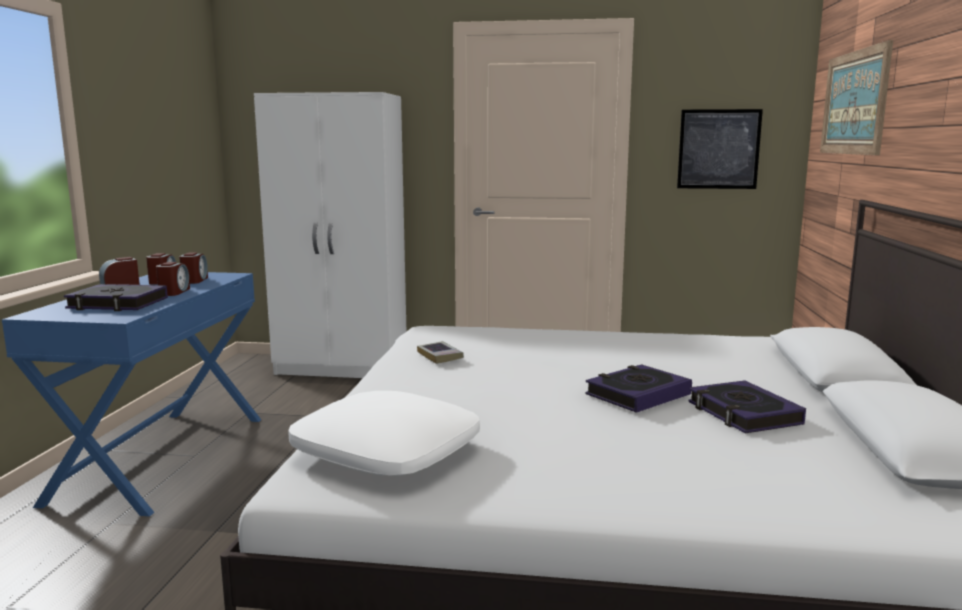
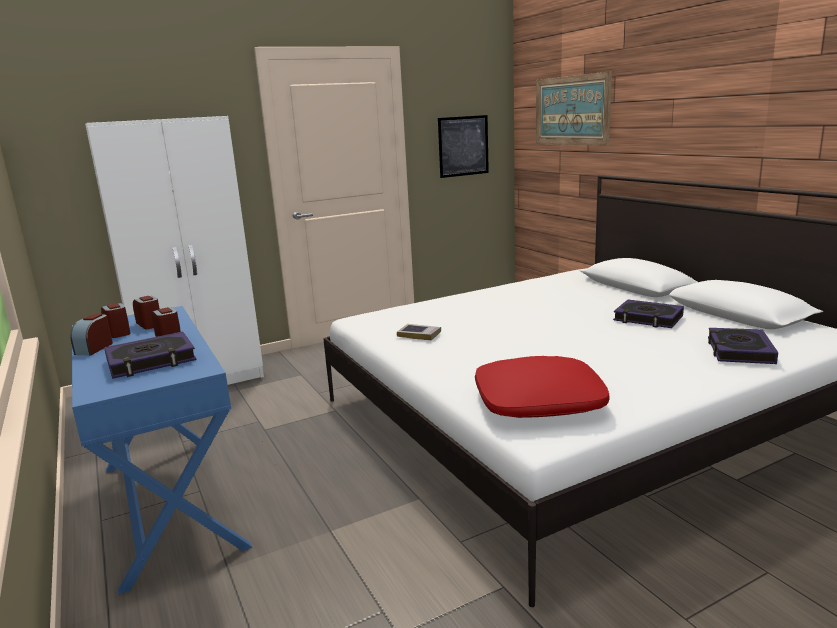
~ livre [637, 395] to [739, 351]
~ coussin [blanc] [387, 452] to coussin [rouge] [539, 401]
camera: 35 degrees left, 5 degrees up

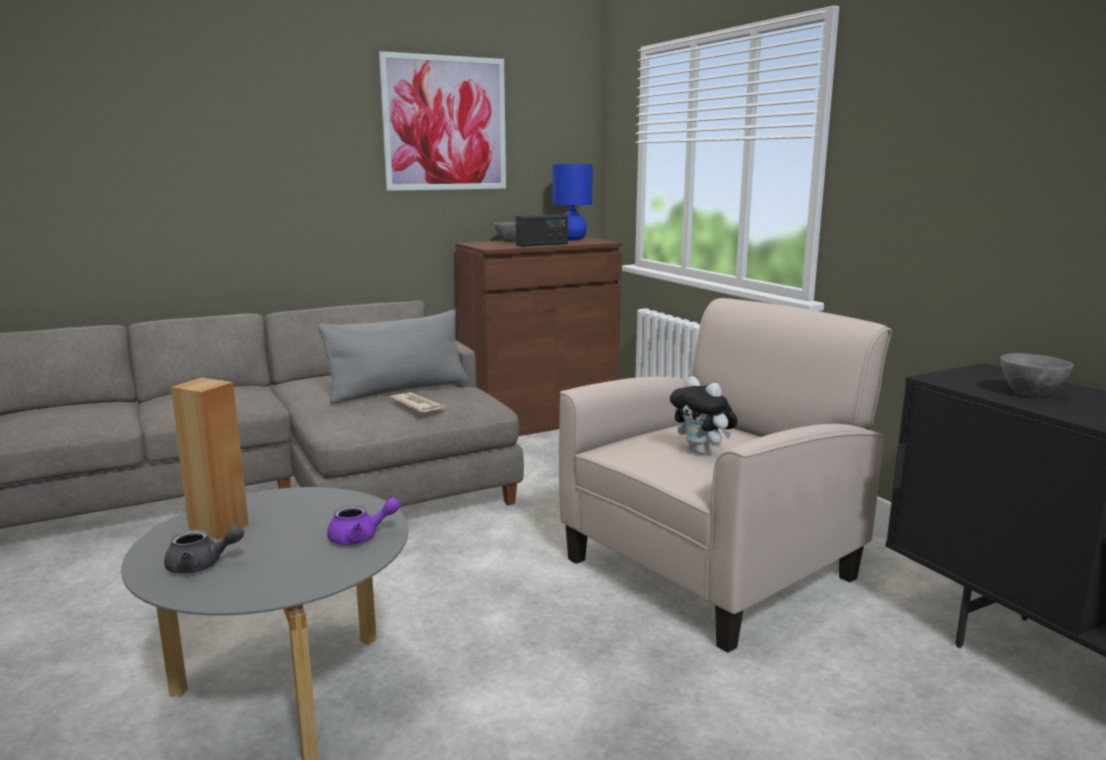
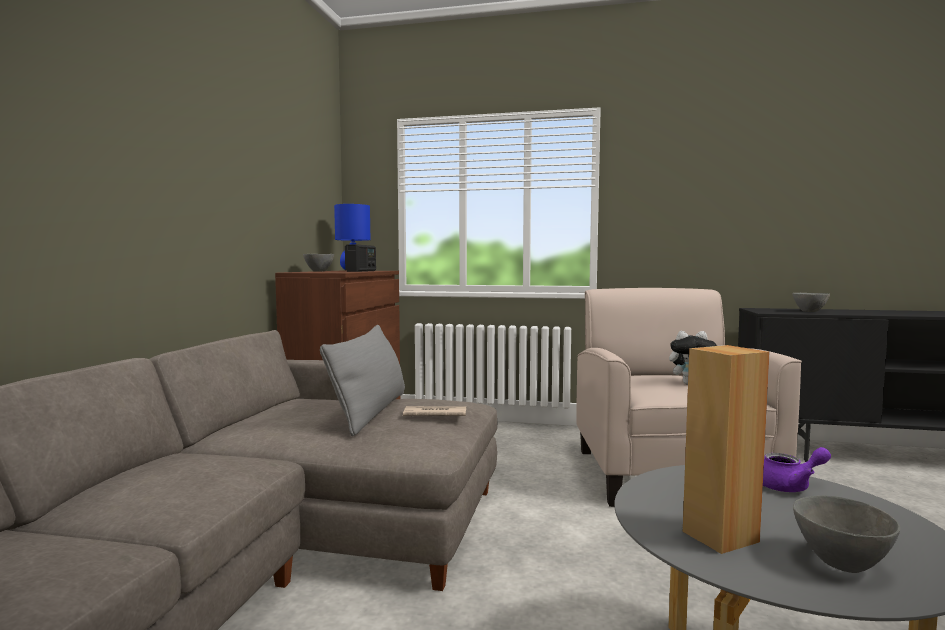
- tableau [445, 124]
~ théière [violet] [360, 537] = [790, 486] 60 degrees clockwise
~ théière [gris] [201, 565] to bol [gris] [840, 562]
camera: 50 degrees left, 10 degrees down

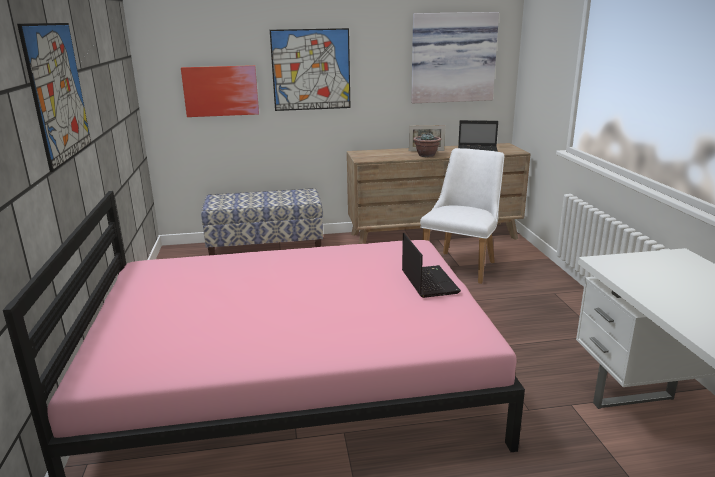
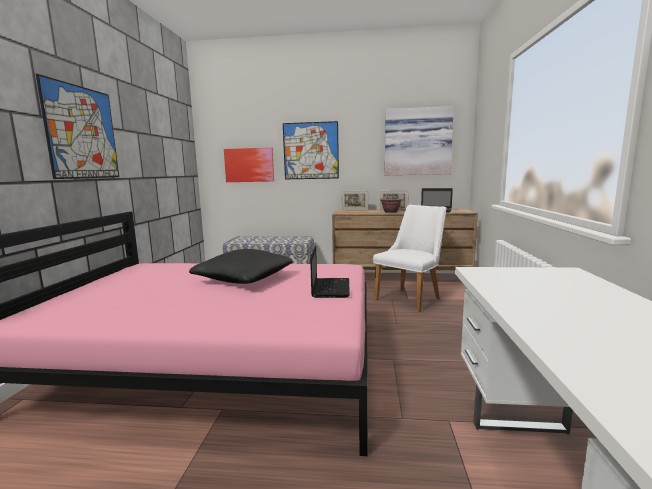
+ cadre photo [354, 210]
+ coussin [noir] [244, 279]
camera: 15 degrees right, 10 degrees down

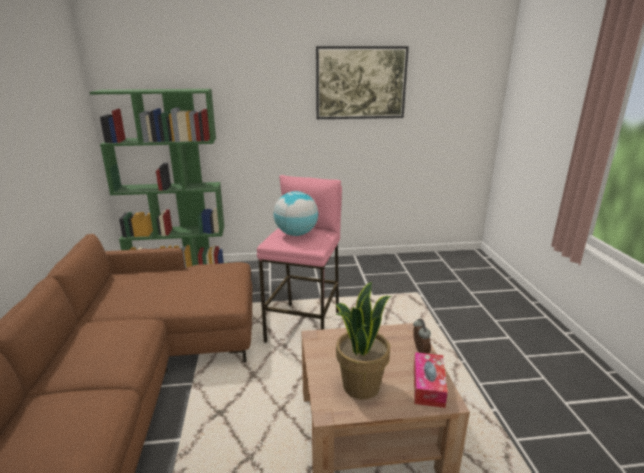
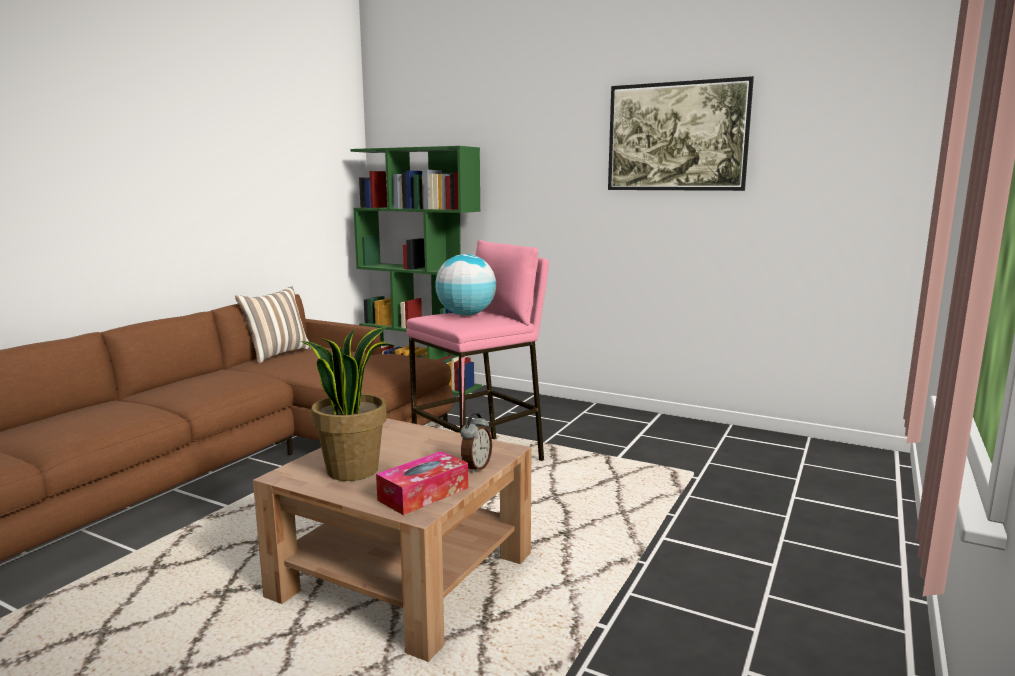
+ coussin [277, 354]
camera: 35 degrees right, 10 degrees down

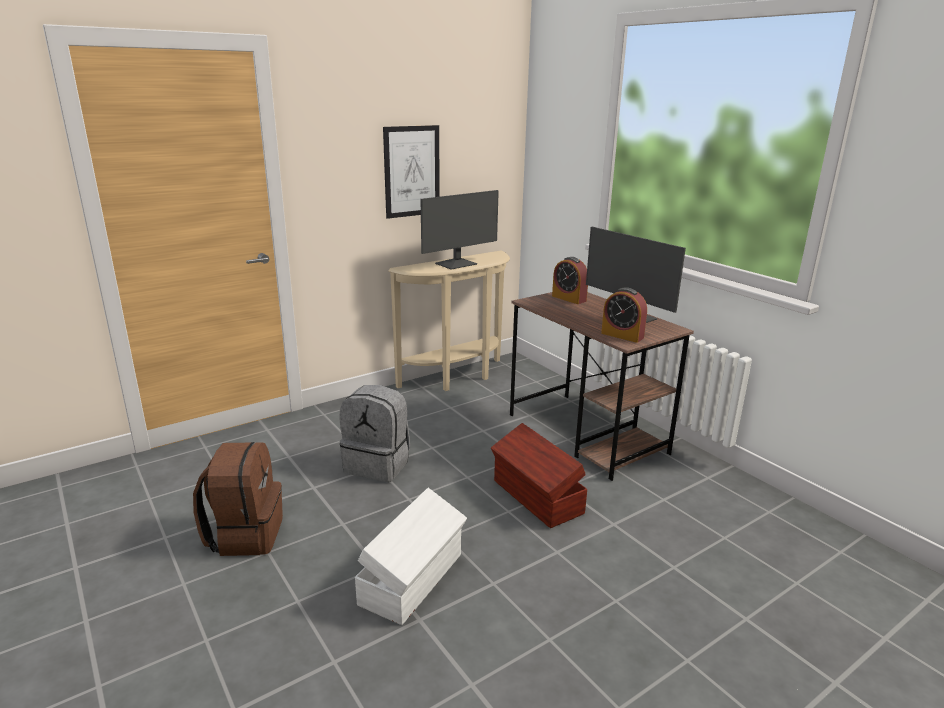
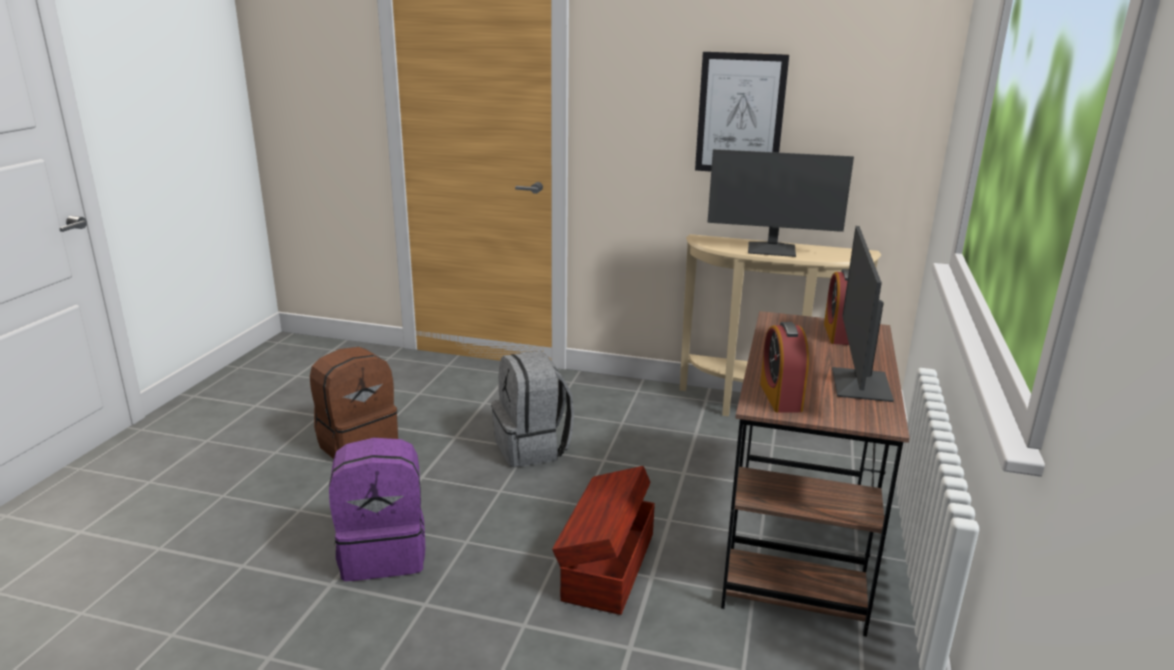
~ boîte de rangement [blanc] [413, 578] to sac à dos [violet] [384, 553]
camera: 50 degrees right, 0 degrees up

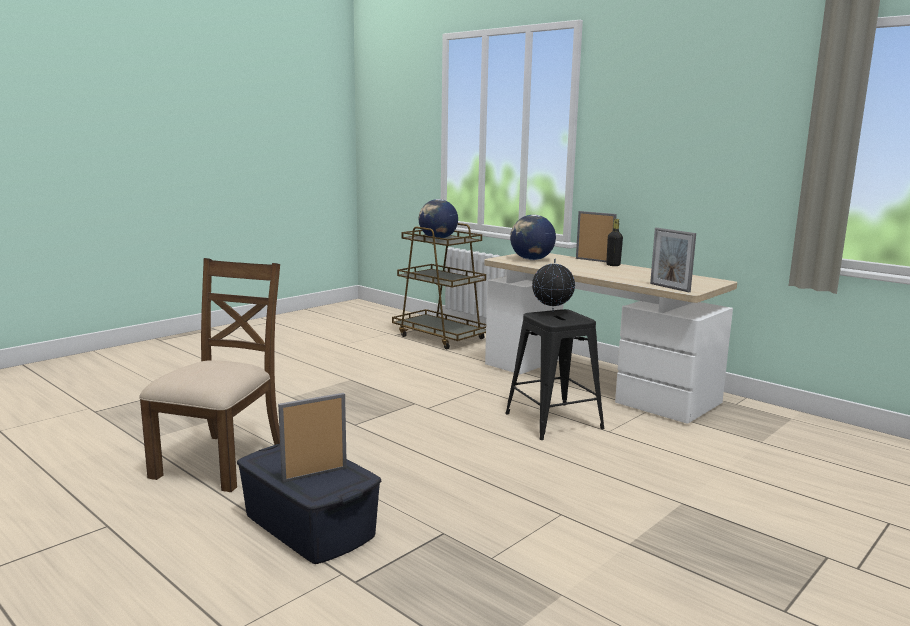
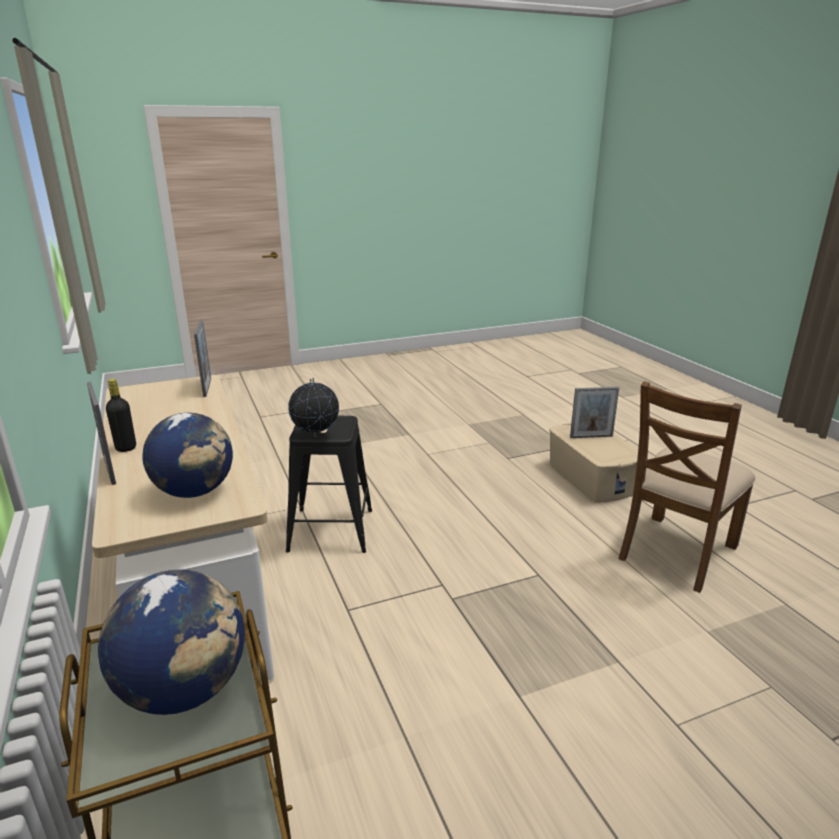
~ boîte de rangement [bleu] [308, 526] to boîte de rangement [beige] [592, 478]
camera: 155 degrees left, 10 degrees up

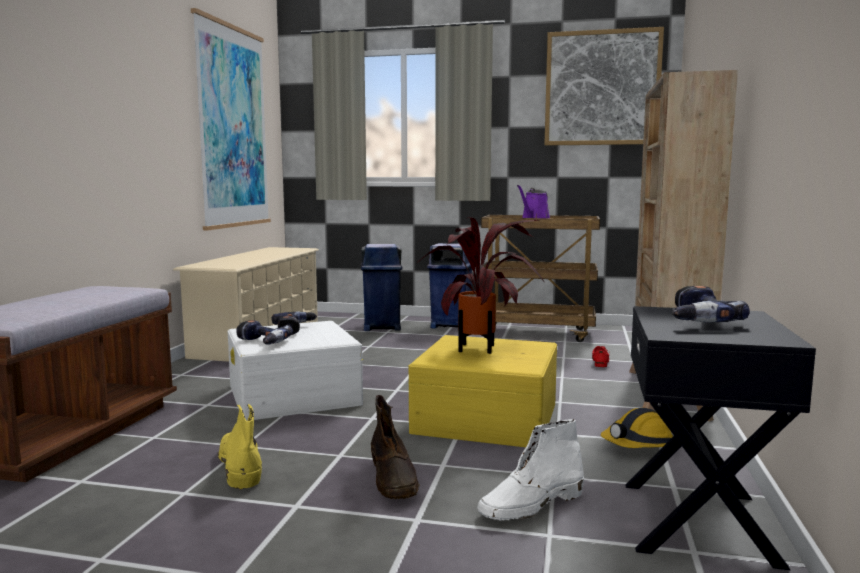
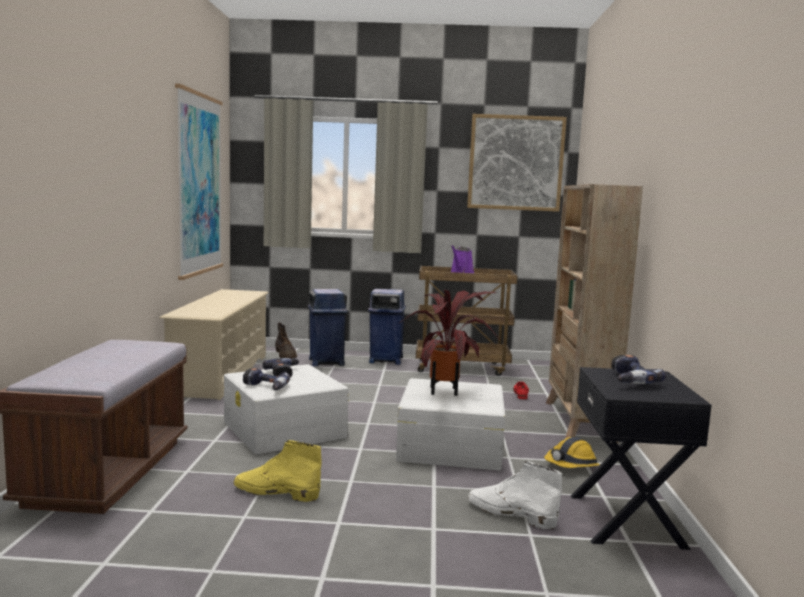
~ boîte de rangement [jaune] [485, 417] to boîte de rangement [blanc] [449, 445]
~ botte [marron] [393, 478] to [286, 355]
~ botte [jaune] [240, 465] = [275, 492] 45 degrees counterclockwise
~ botte [blanc] [531, 505] = [510, 514] 75 degrees clockwise
camera: 10 degrees left, 0 degrees up

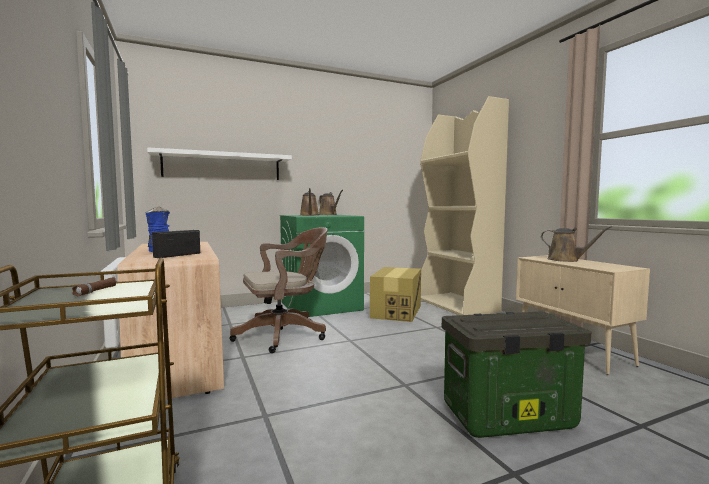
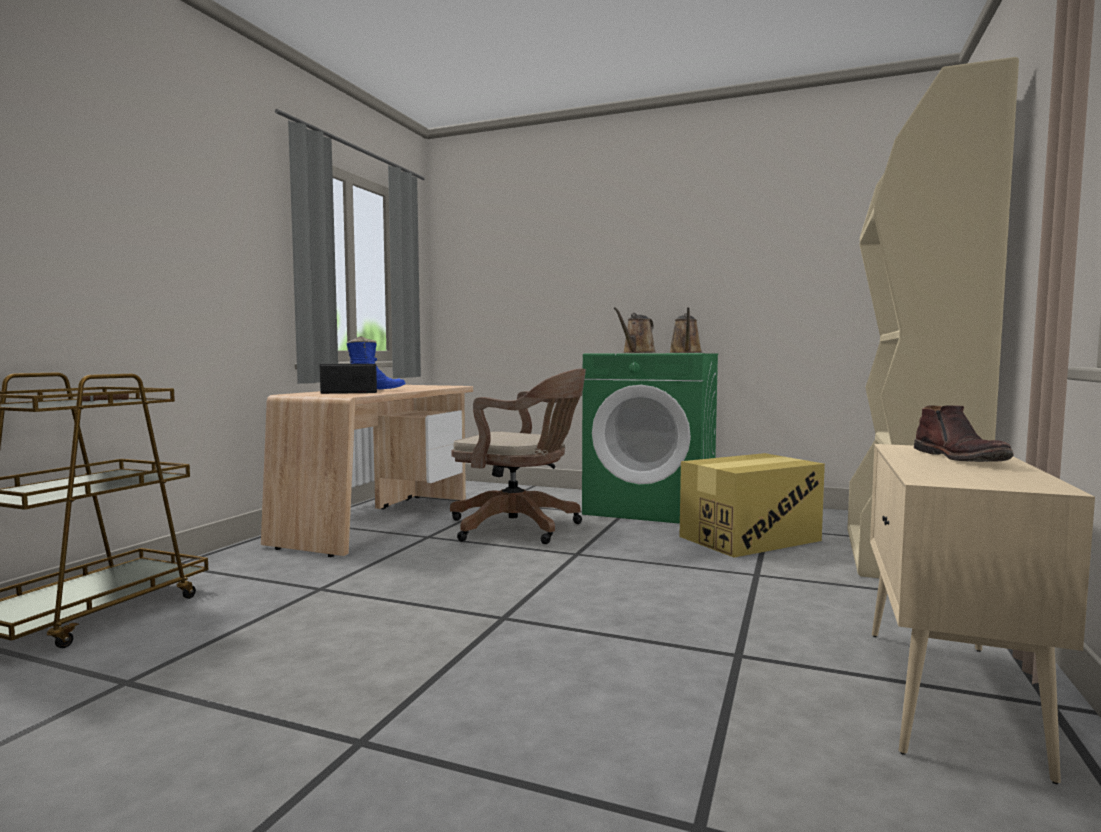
- étagère [blanc] [223, 166]
~ arrosoir [marron] [566, 260] to botte [marron] [961, 458]
- boîte de rangement [507, 417]
camera: 45 degrees right, 0 degrees up

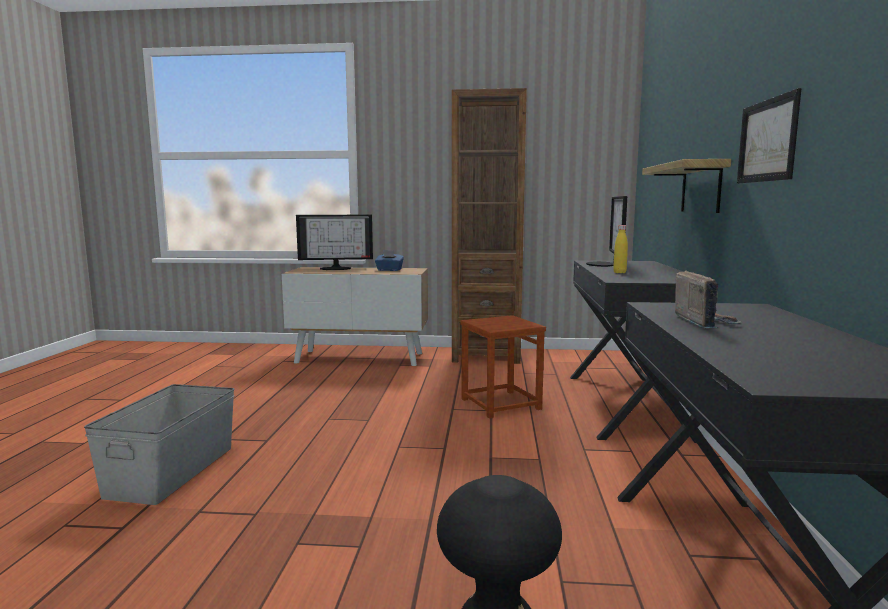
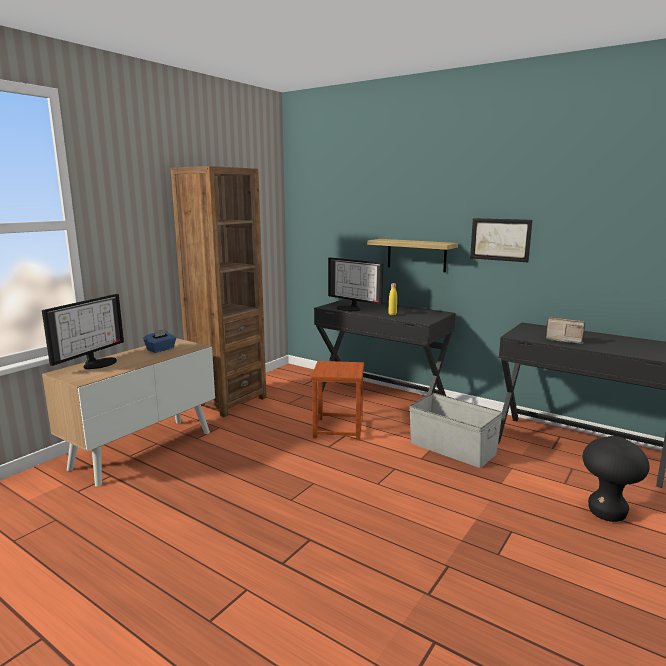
~ boîte de rangement [gris] [173, 471] to [452, 448]
camera: 60 degrees left, 5 degrees up

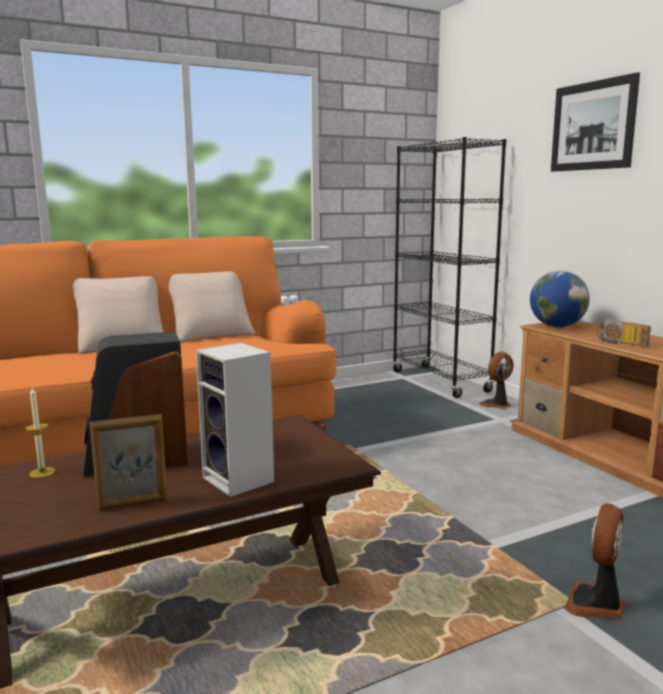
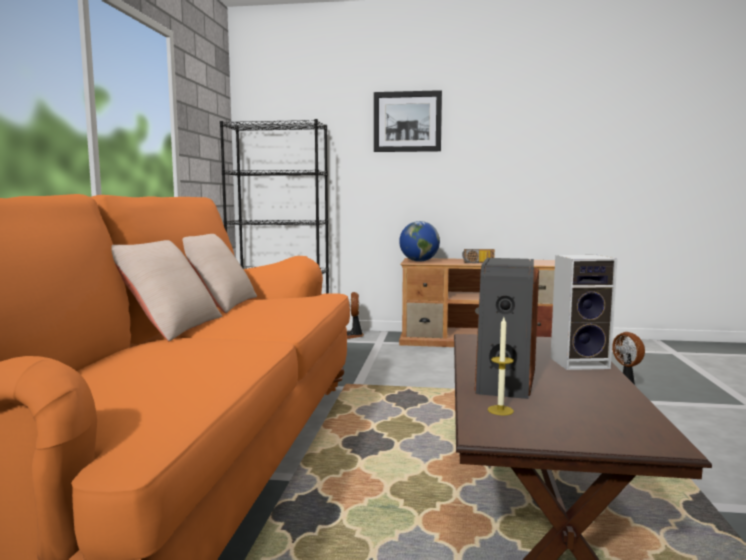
- cadre photo [133, 504]
camera: 55 degrees left, 5 degrees down

